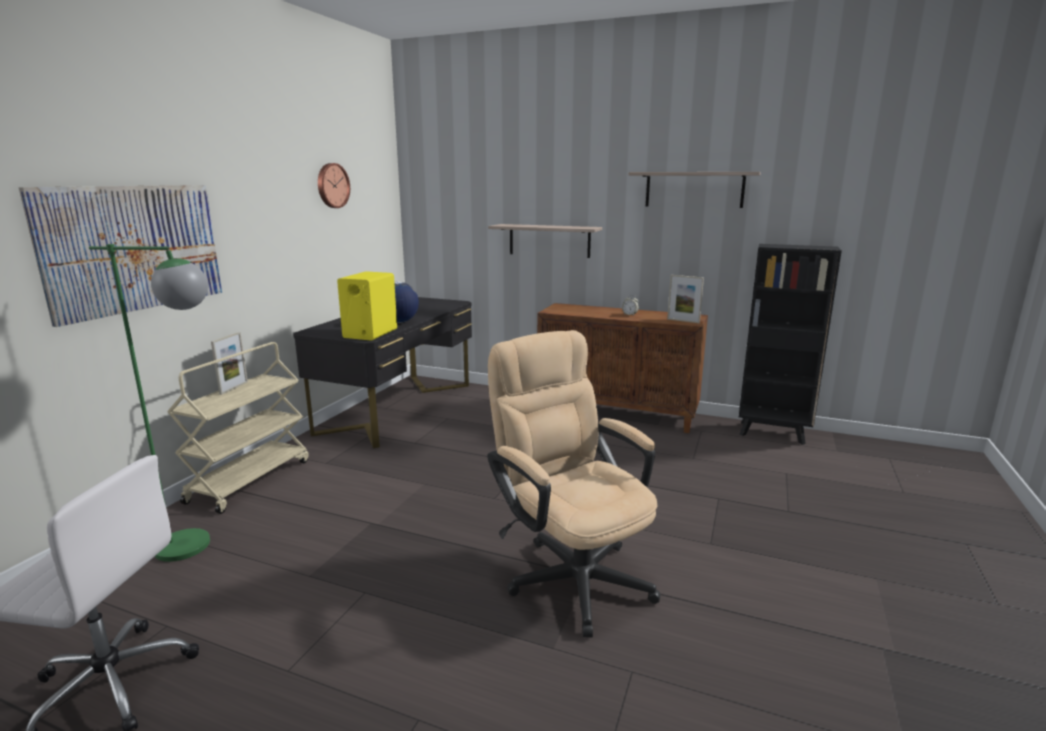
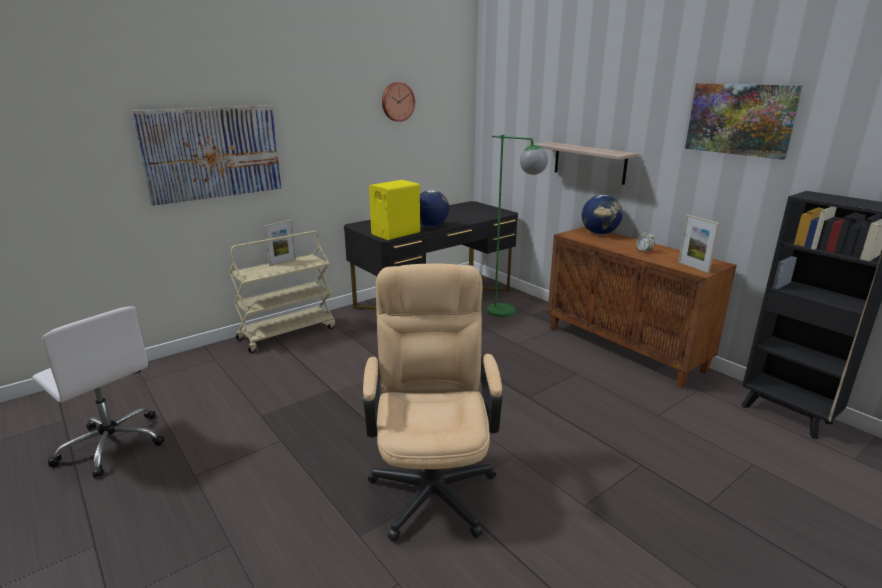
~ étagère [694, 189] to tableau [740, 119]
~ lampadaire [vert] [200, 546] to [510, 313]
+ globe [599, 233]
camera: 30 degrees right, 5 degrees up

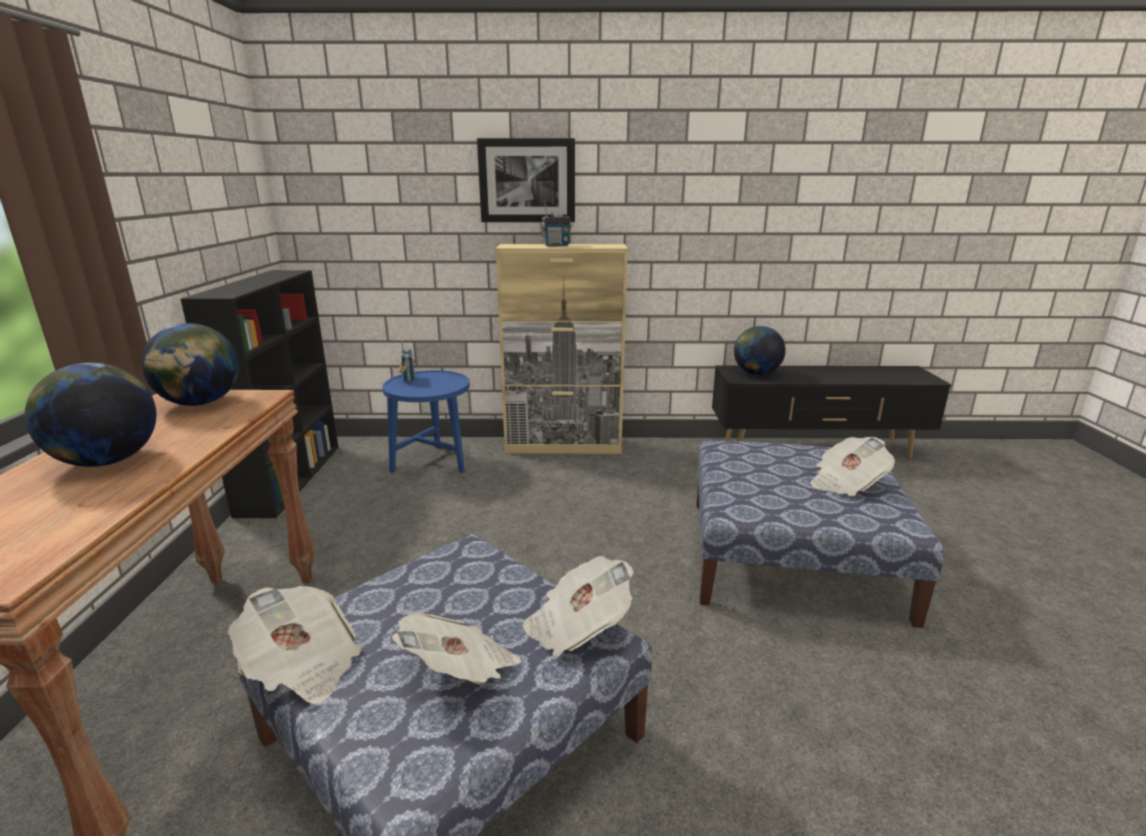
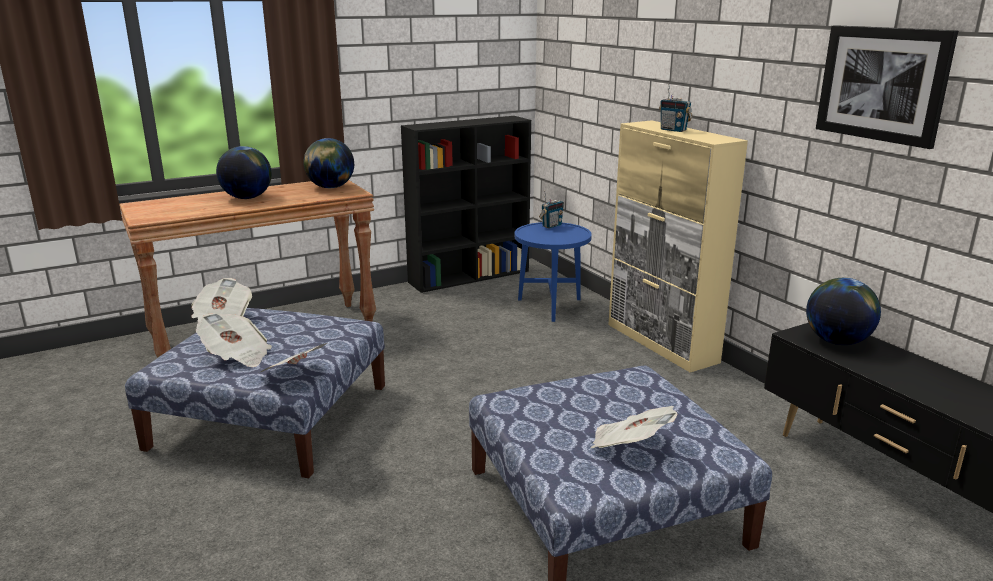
~ tableau [527, 181] to [882, 84]
camera: 60 degrees right, 0 degrees up

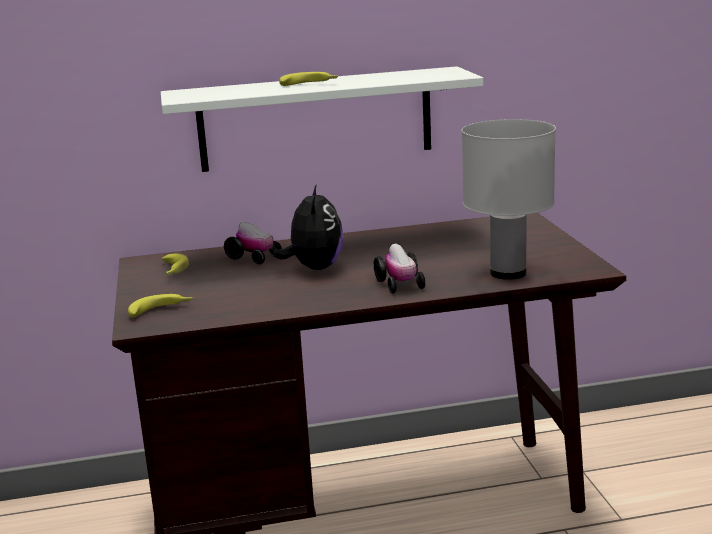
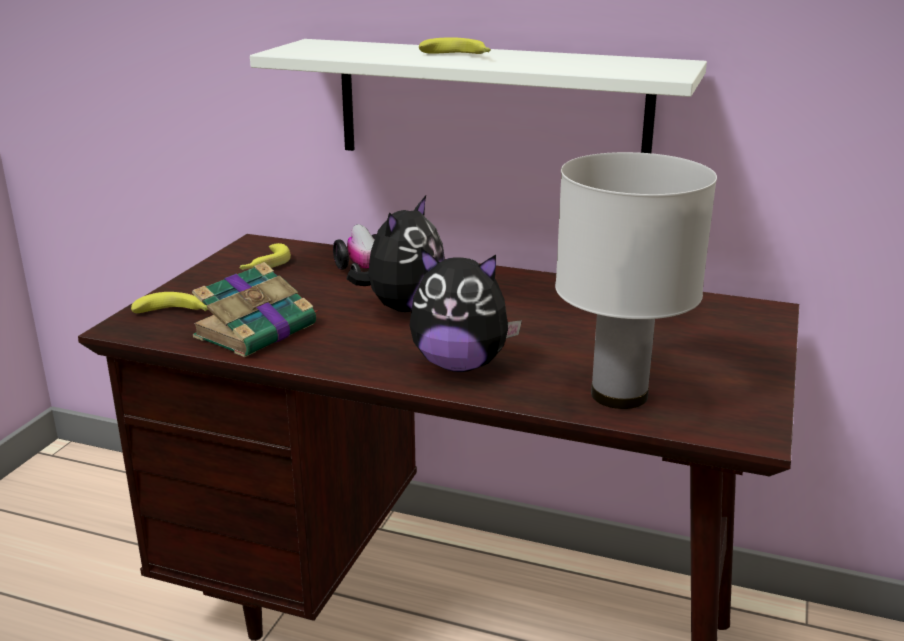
~ petite voiture [400, 284] to peluche [460, 364]
+ livre [258, 330]
camera: 30 degrees right, 5 degrees up

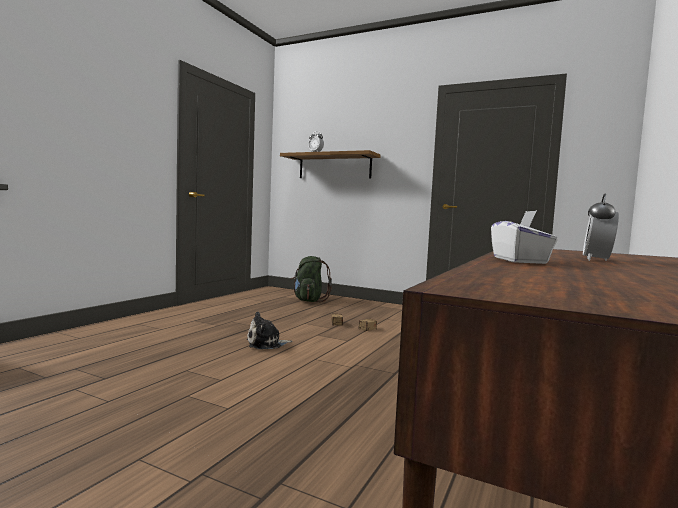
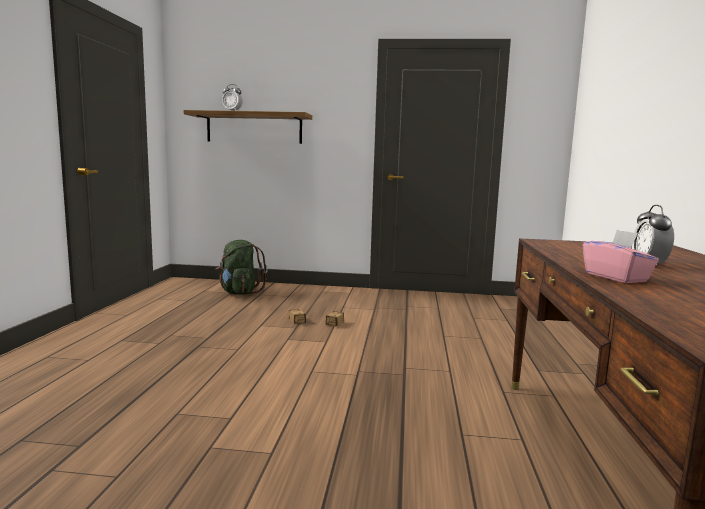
~ boîte à mouchoirs [blanc] [520, 261] to boîte à mouchoirs [rose] [616, 277]
- peluche [266, 344]
camera: 20 degrees left, 5 degrees up

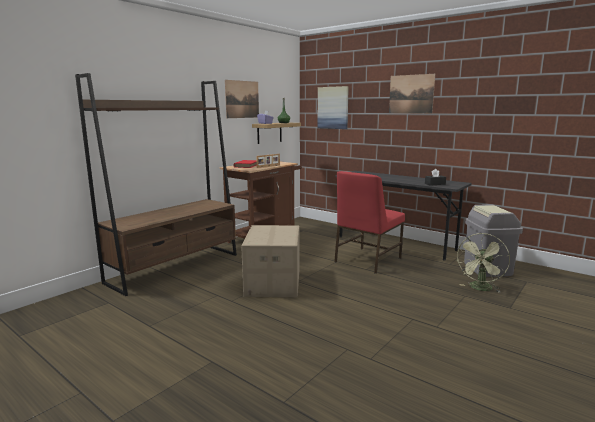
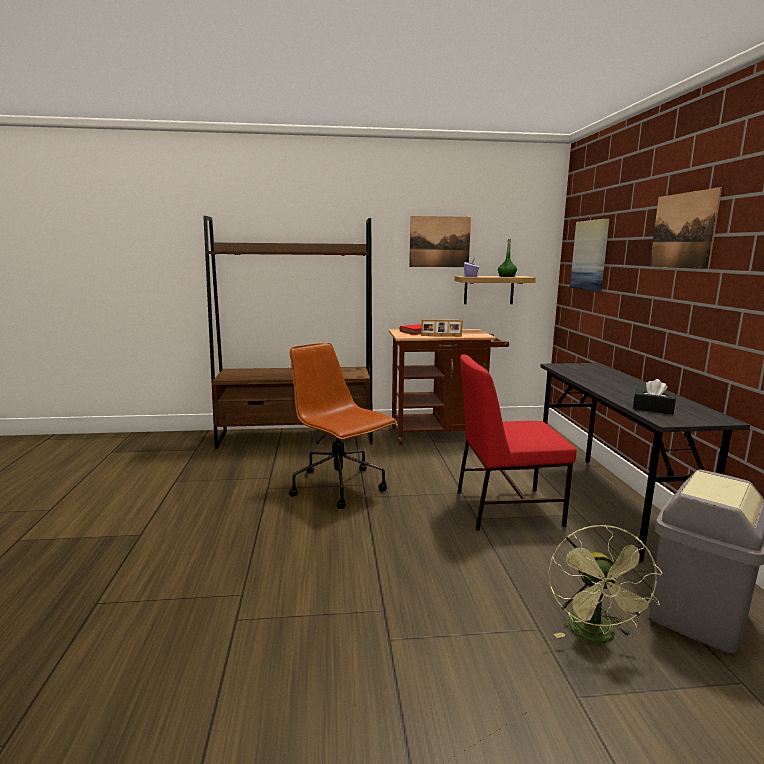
~ carton [272, 282] to chaise de bureau [marron] [339, 487]
~ ventilateur [vert] [480, 289] = [596, 636] 75 degrees counterclockwise
camera: 45 degrees right, 0 degrees up

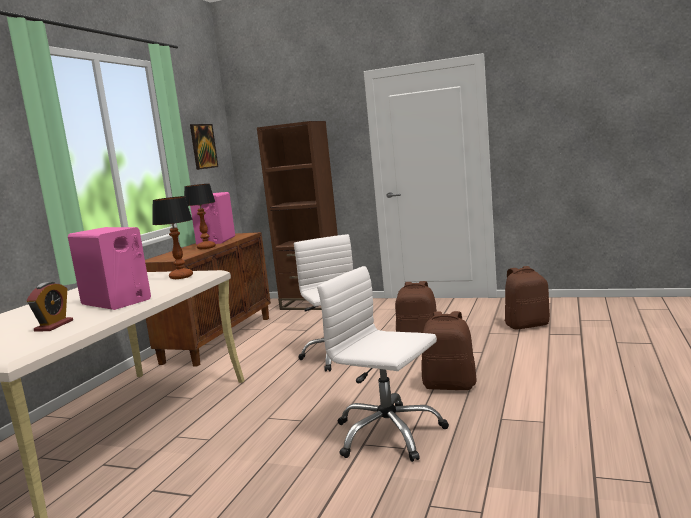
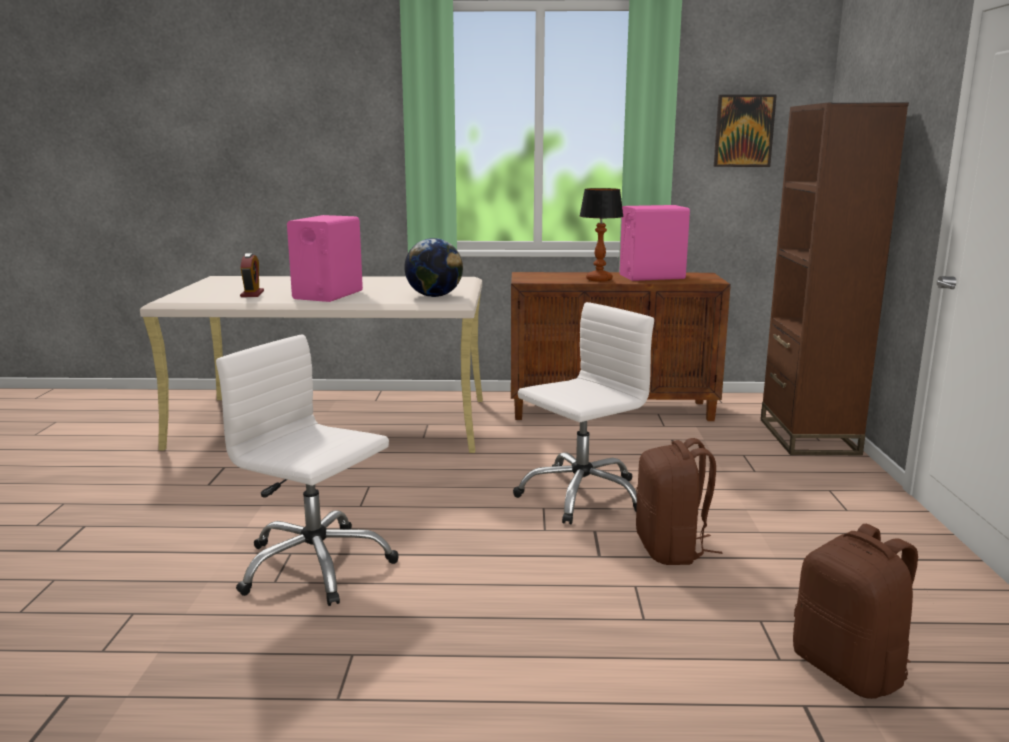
~ lampe de table [180, 277] to globe [434, 296]
~ chaise de bureau [blanc] [388, 434] = [315, 565] 75 degrees counterclockwise
~ réveil [54, 326] = [252, 294] 90 degrees counterclockwise
- sac à dos [marron] [450, 385]
camera: 70 degrees right, 5 degrees up

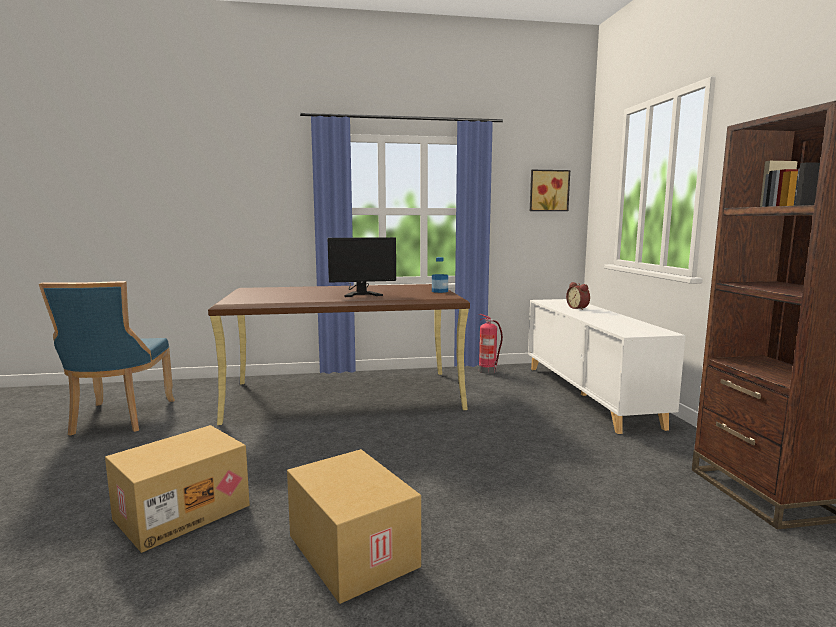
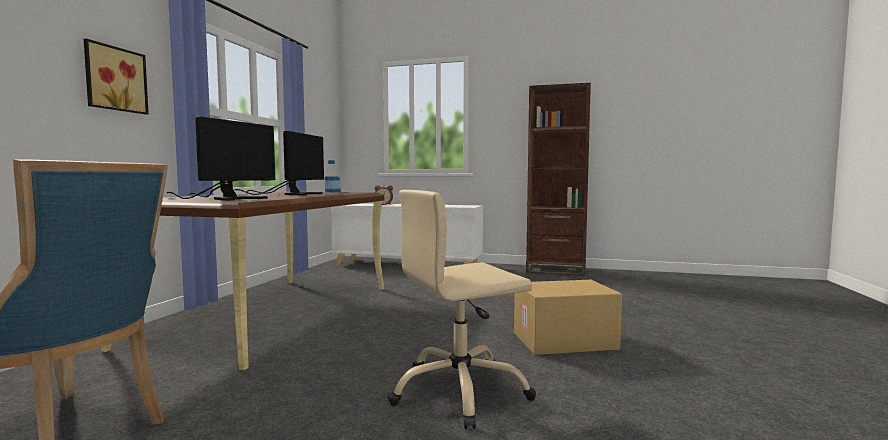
~ tableau [548, 190] to [114, 79]
- extincteur [488, 371]
~ carton [182, 511] to chaise de bureau [beige] [460, 391]
+ écran d'ordinateur [226, 199]
camera: 65 degrees left, 5 degrees down

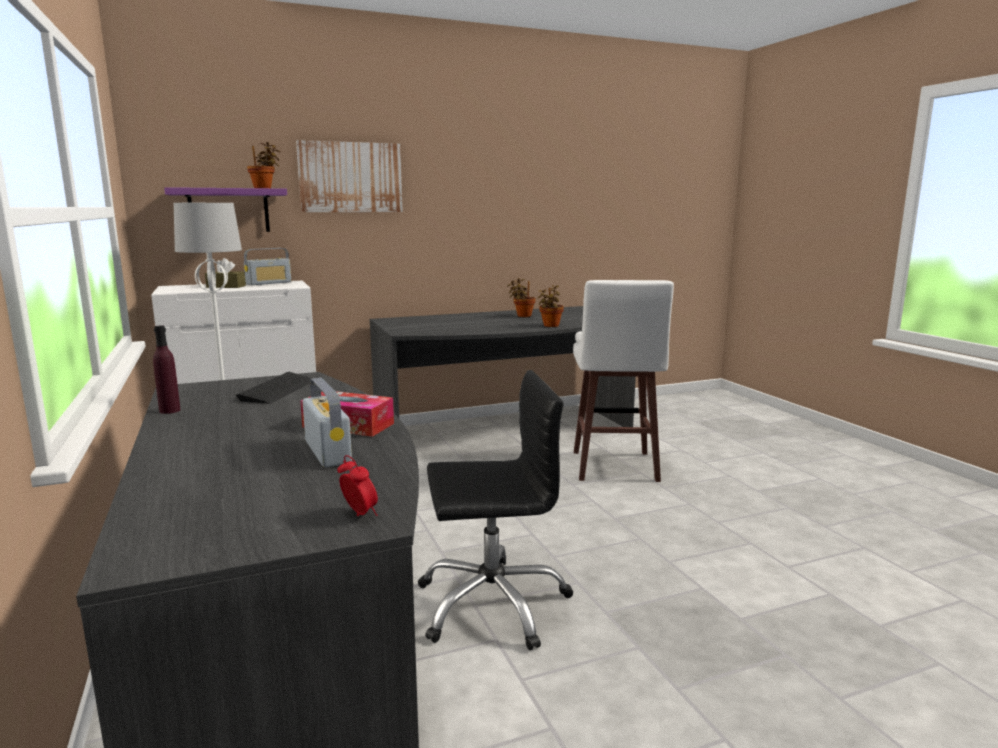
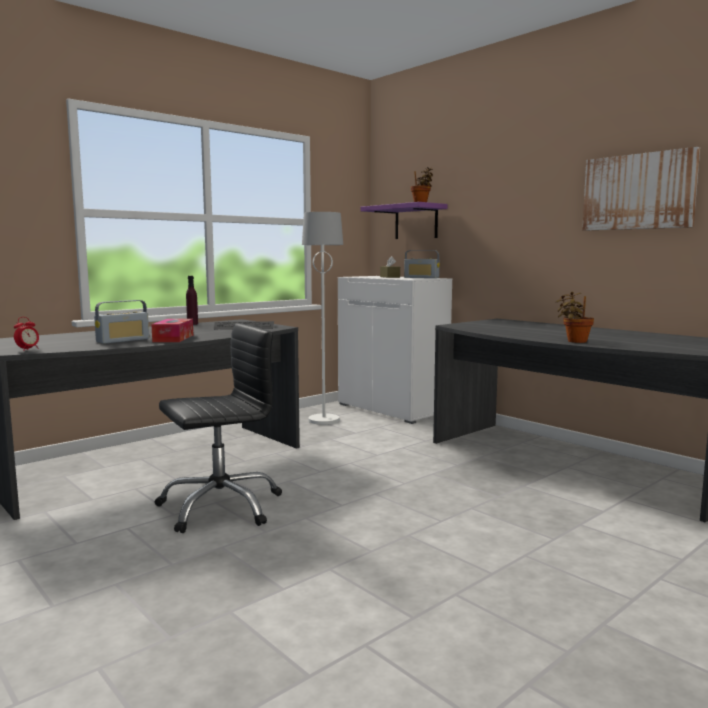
~ tableau [350, 177] to [638, 192]
- plante en pot [522, 316]
- tabouret [blanc] [614, 467]
~ chaise de bureau [noir] [492, 603] = [220, 506] 90 degrees counterclockwise
camera: 70 degrees right, 5 degrees down

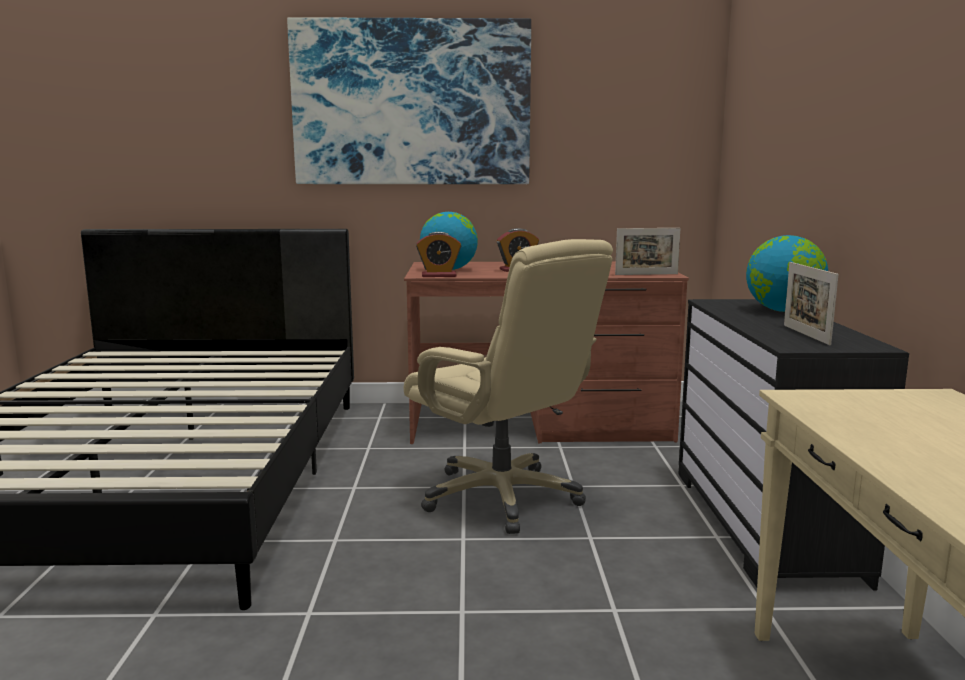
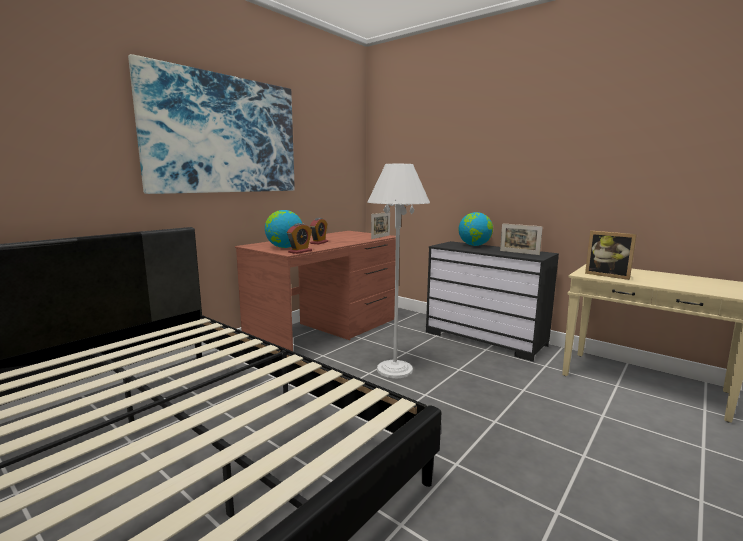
~ chaise de bureau [beige] [503, 497] to lampadaire [blanc] [395, 369]
+ cadre photo [608, 275]
camera: 50 degrees left, 0 degrees up

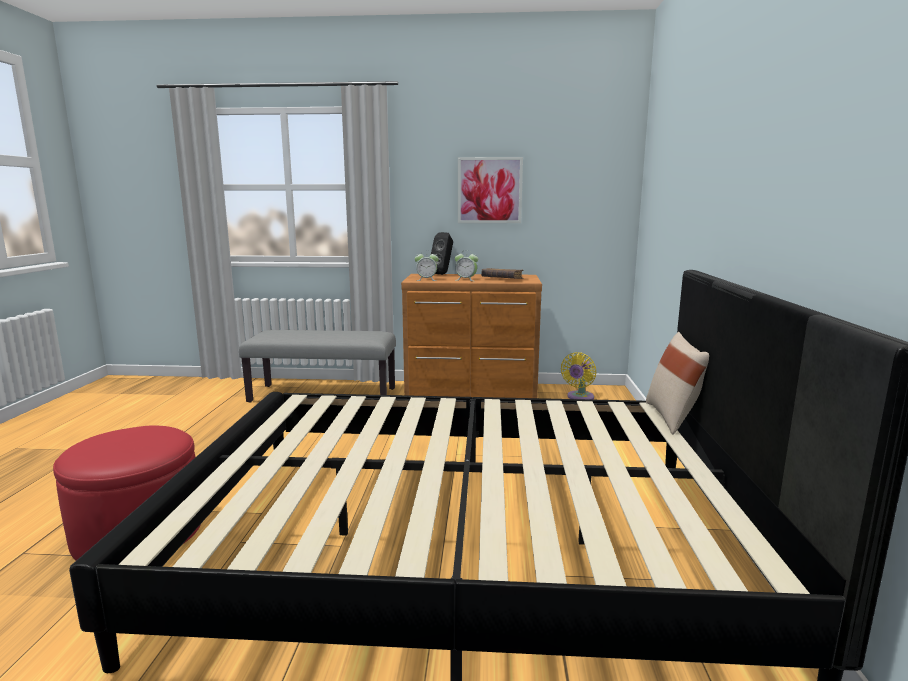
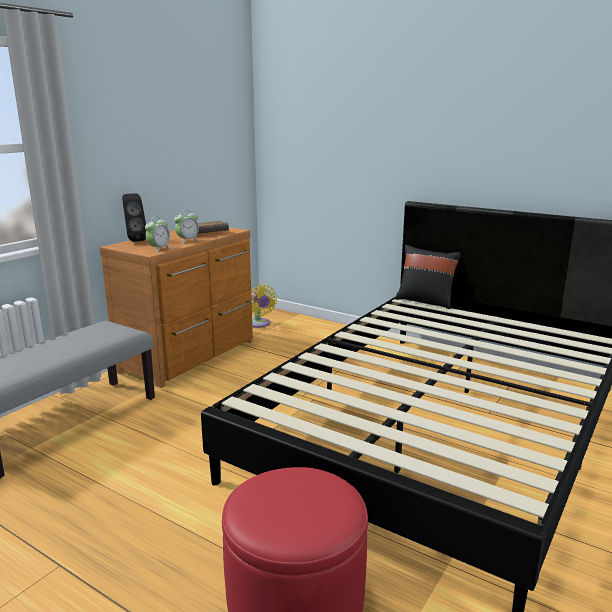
- tableau [489, 190]
~ coussin [beige] [674, 418] to coussin [noir] [426, 301]
camera: 60 degrees left, 5 degrees up

